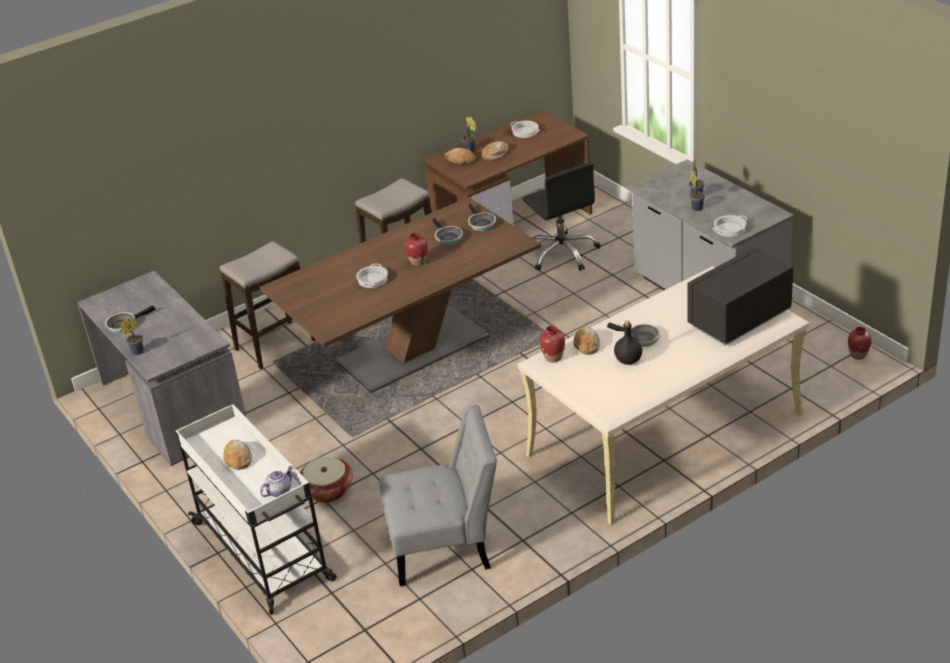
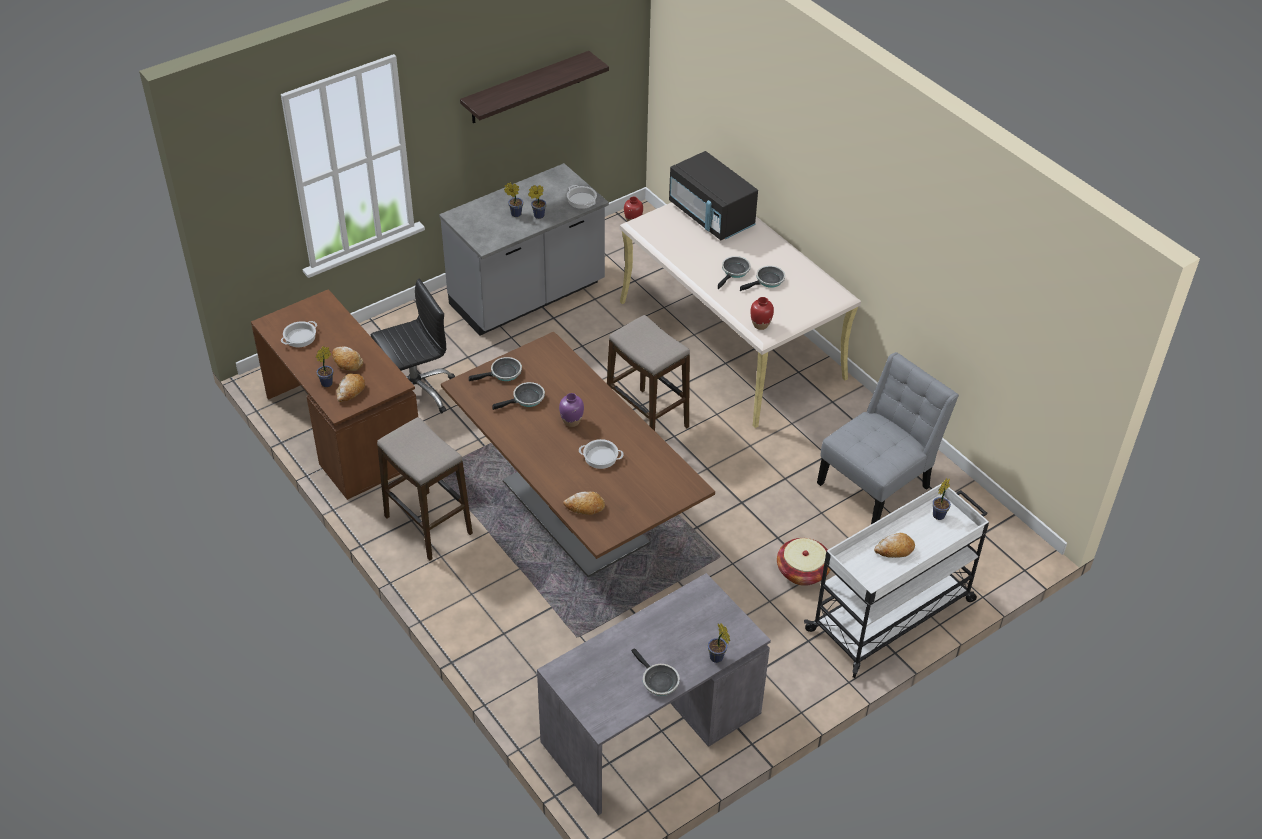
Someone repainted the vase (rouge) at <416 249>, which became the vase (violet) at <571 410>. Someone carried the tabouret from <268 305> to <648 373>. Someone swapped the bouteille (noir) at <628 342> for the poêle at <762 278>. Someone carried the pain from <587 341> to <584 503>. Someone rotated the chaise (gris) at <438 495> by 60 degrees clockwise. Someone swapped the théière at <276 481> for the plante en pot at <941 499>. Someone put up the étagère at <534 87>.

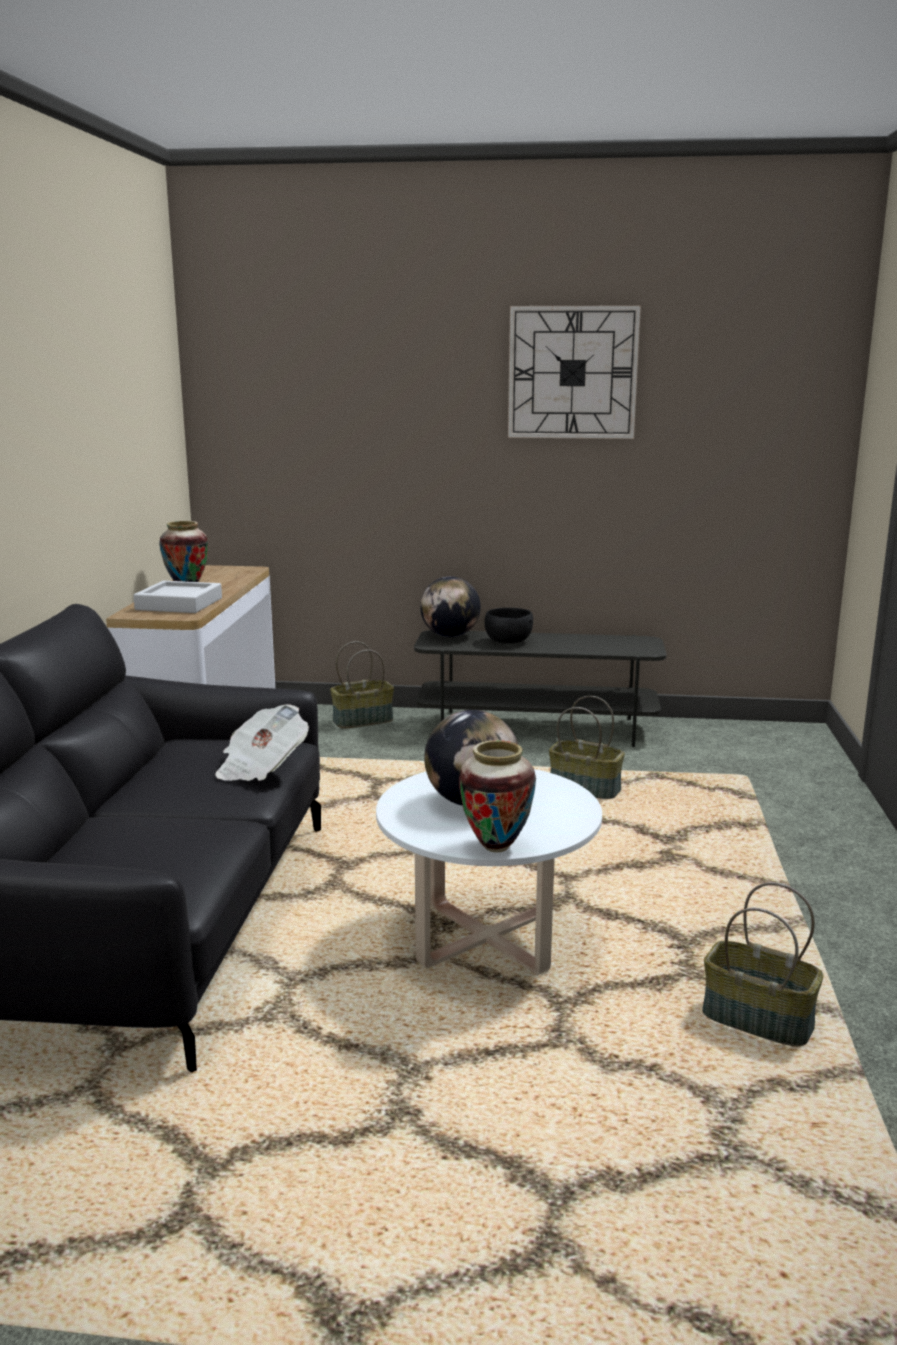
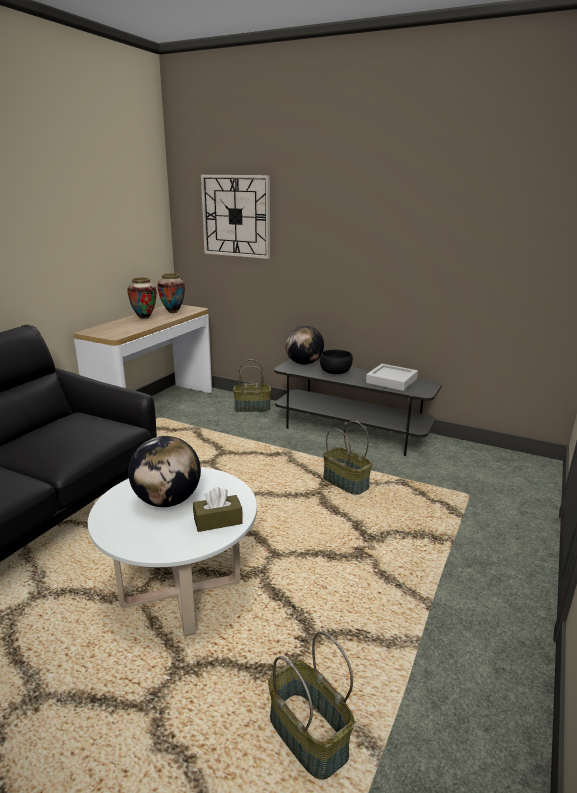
Someone carried the horloge murale from <574 372> to <235 217>. Someone carried the plateau (gris) from <177 597> to <392 377>. Someone took away the journal at <262 742>. Someone carried the vase from <497 796> to <171 293>. Someone put down the boîte à mouchoirs (marron) at <218 509>.

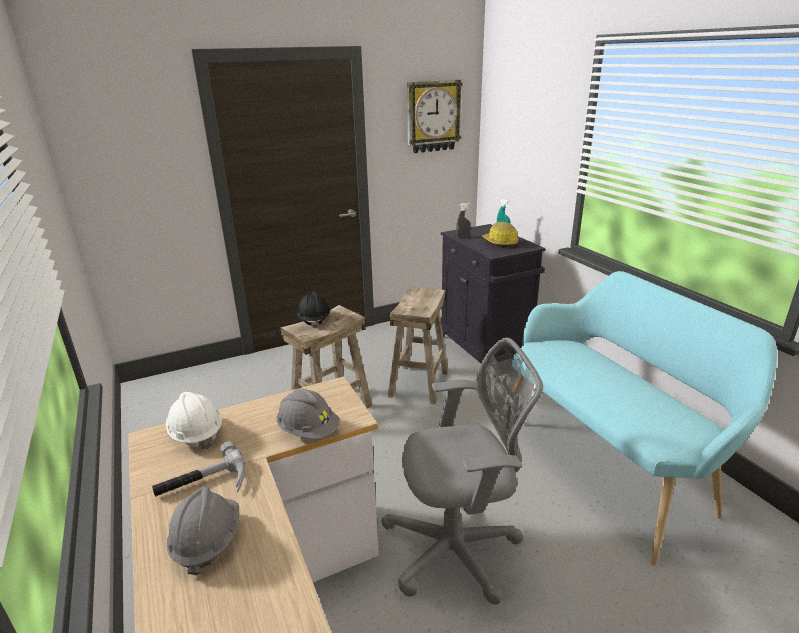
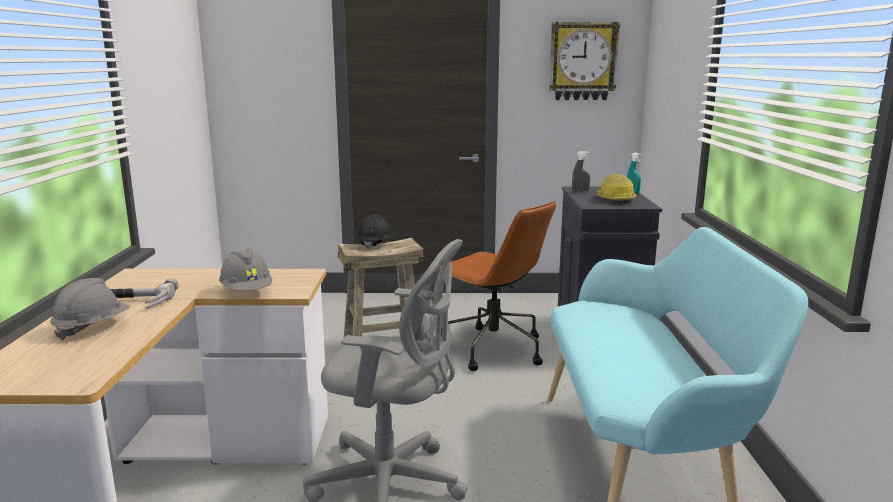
Someone swapped the tabouret (beige) at <418 345> for the chaise de bureau (marron) at <495 286>. Someone took away the casque de chantier (blanc) at <194 421>.

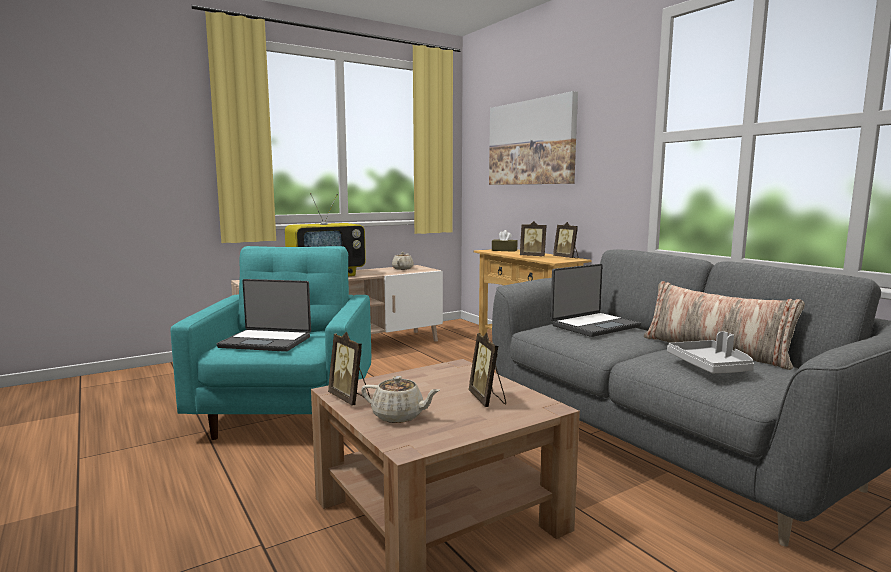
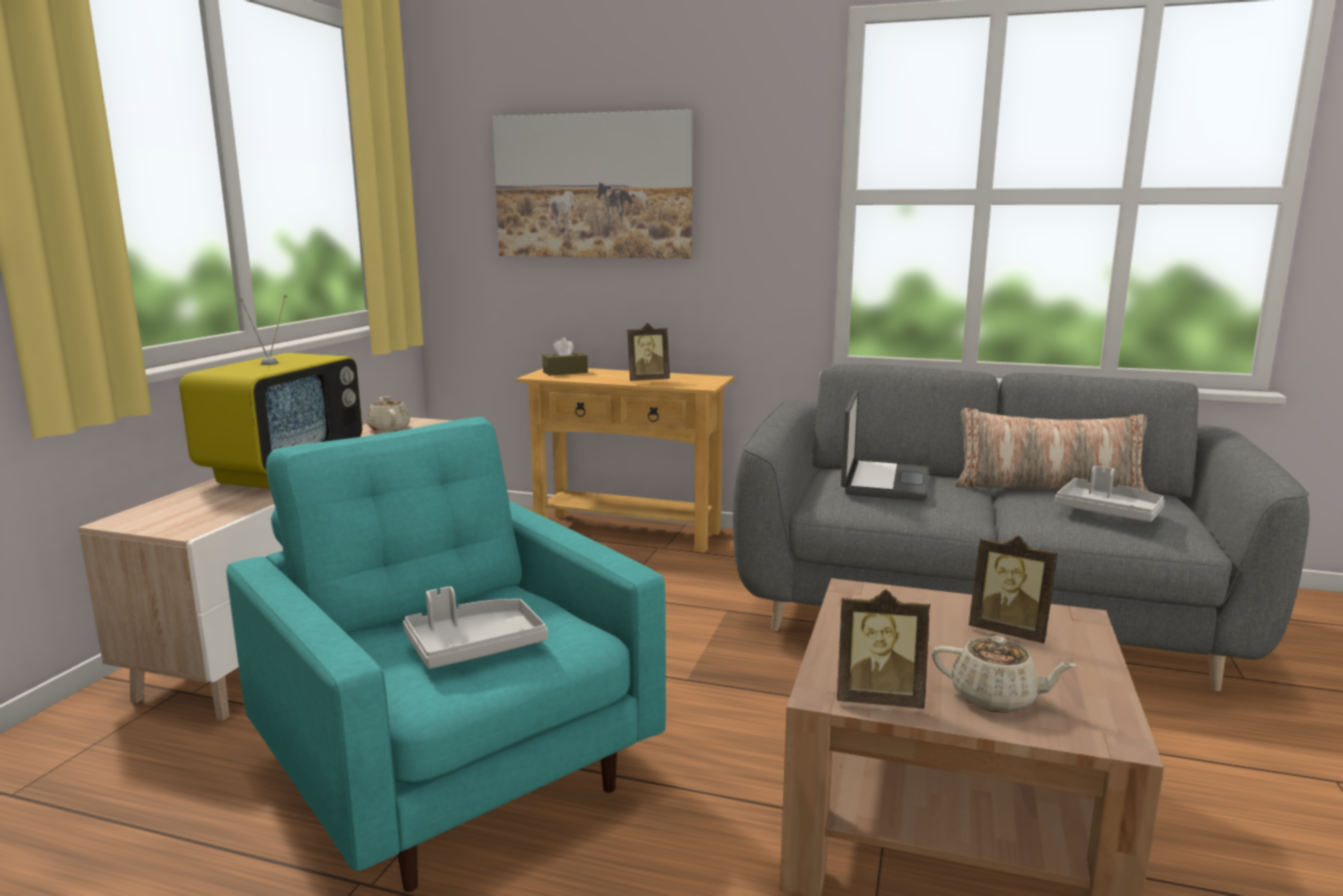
Someone took away the cadre photo at <565 240>. Someone swapped the ordinateur portable at <264 315> for the plateau (gris) at <475 627>. Someone rotated the théière (beige) at <400 399> by 45 degrees clockwise.

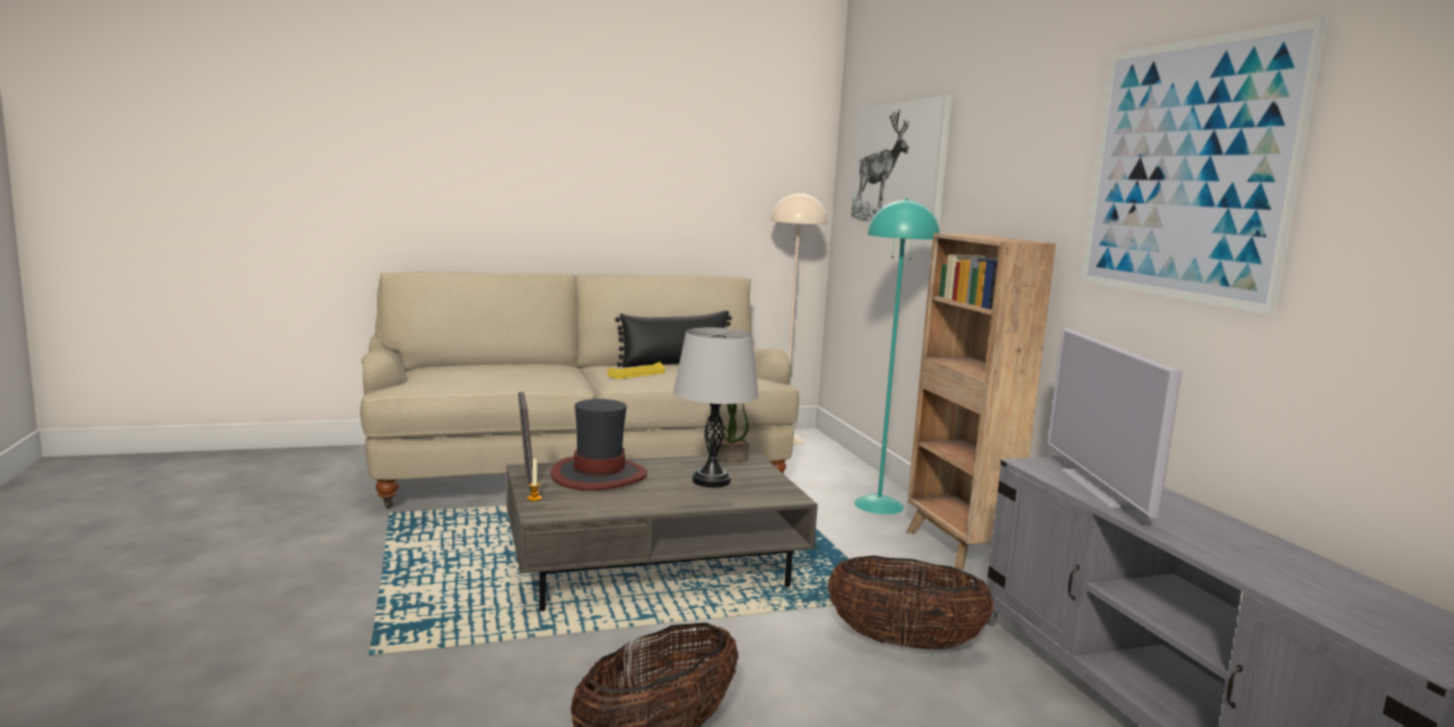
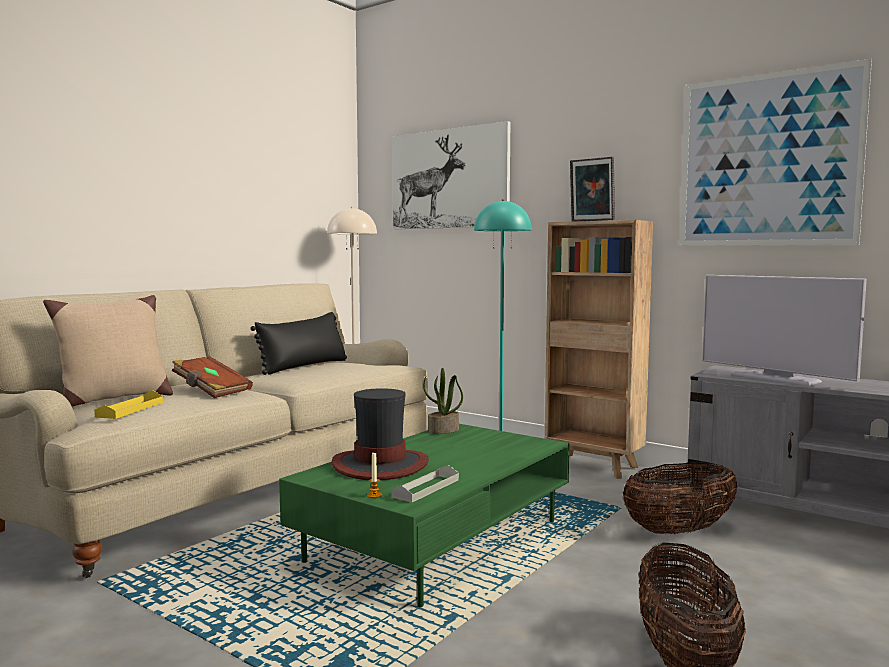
Someone took away the lampe de table (gris) at <716 408>. Someone carried the plateau (jaune) from <636 370> to <128 404>. Someone carried the cadre photo from <525 441> to <592 189>. Someone repainted the table basse (gris) at <662 532>, which became the table basse (vert) at <424 515>. Someone put down the coussin (beige) at <108 350>. Someone put down the livre (marron) at <212 377>. Someone put down the plateau (gris) at <425 483>.

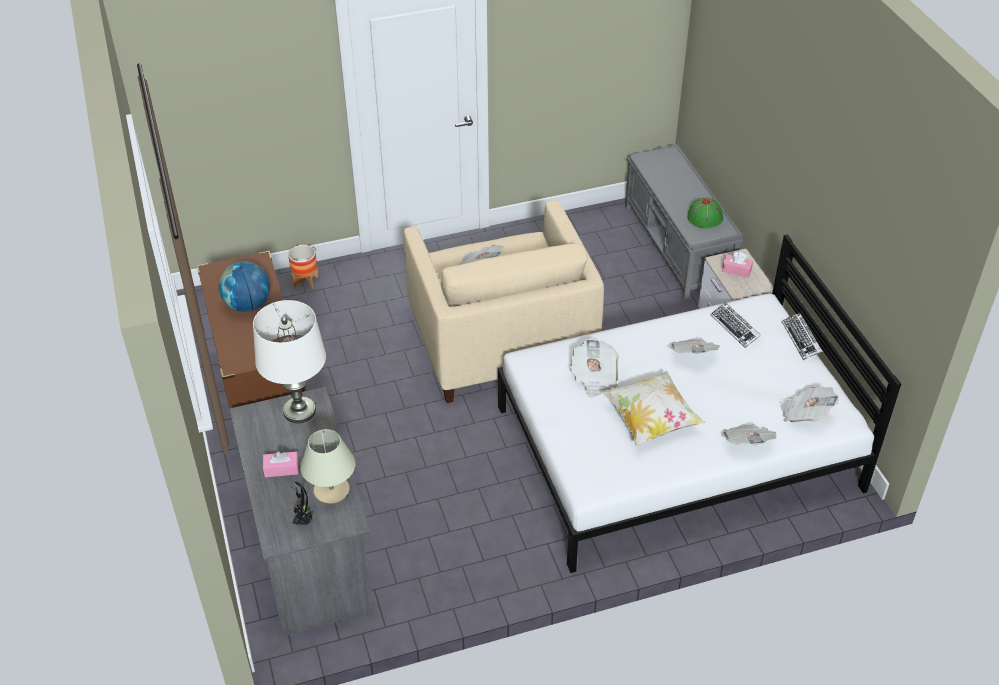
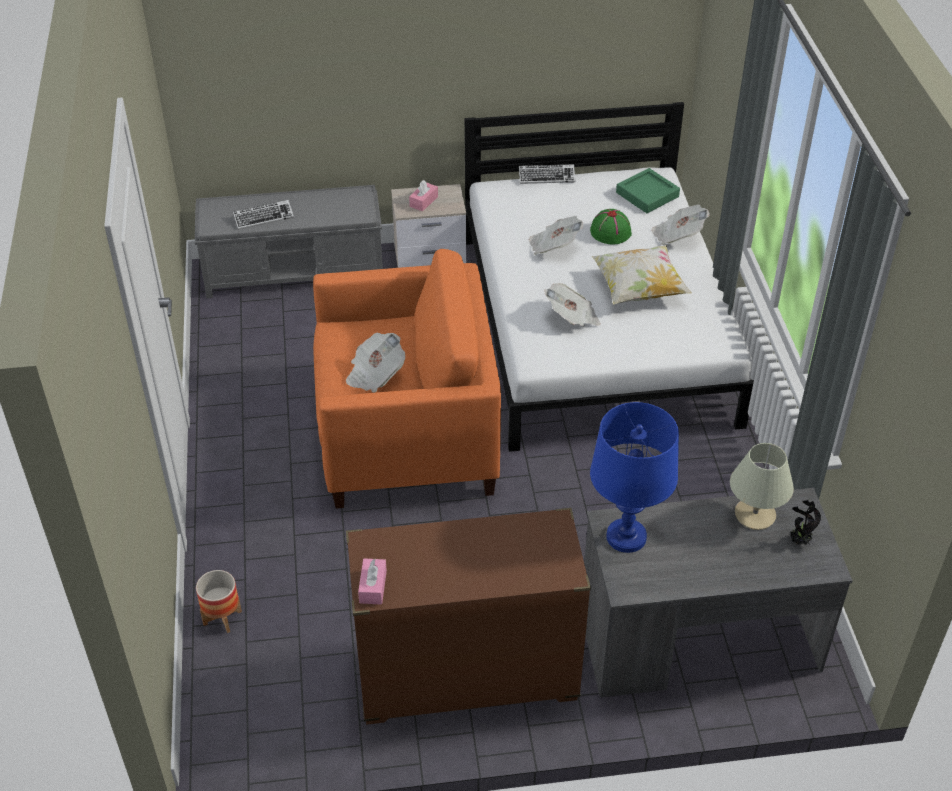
Someone carried the chapeau (vert) from <705 213> to <611 226>. Someone repainted the fauteuil (beige) at <504 301>, which became the fauteuil (orange) at <407 379>. Someone took away the globe at <244 286>. Someone repainted the lampe de table (blanc) at <289 361>, which became the lampe de table (bleu) at <634 477>. Someone carried the clavier from <735 325> to <263 215>. Someone swapped the journal at <809 404> for the plateau (vert) at <648 190>. Someone carried the boîte à mouchoirs (rose) from <281 464> to <372 581>.

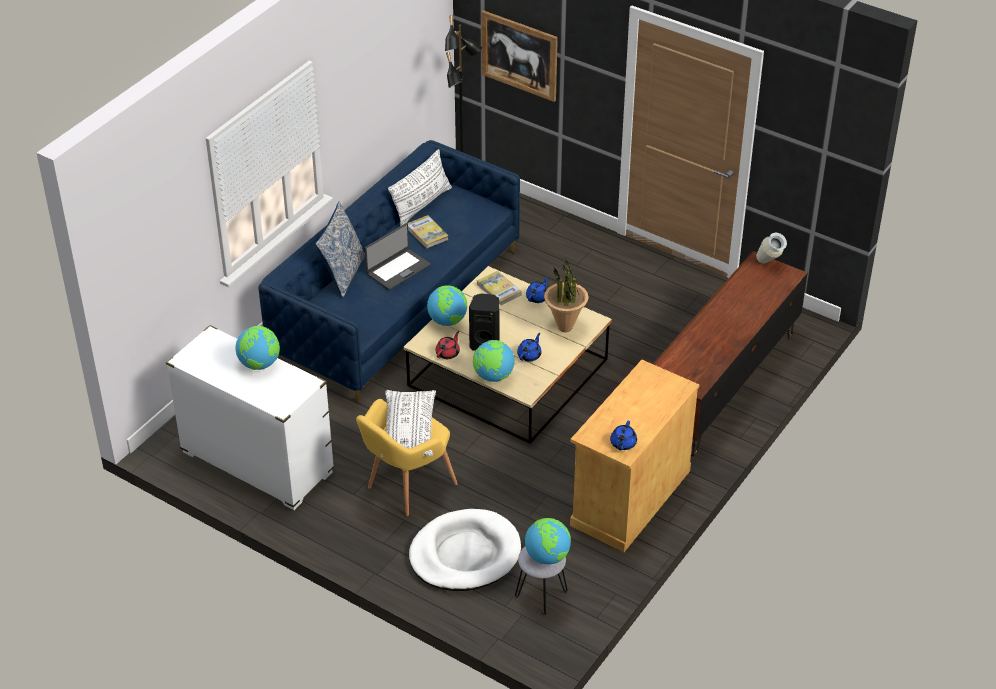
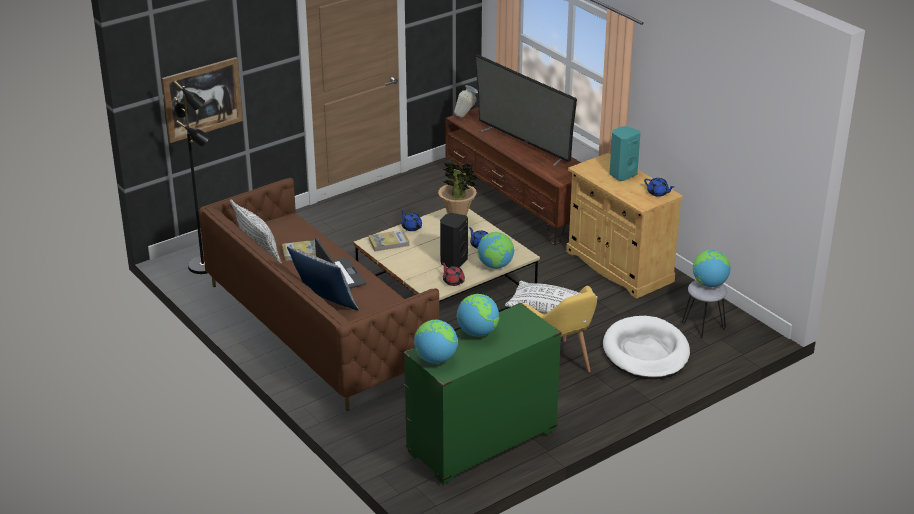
Someone repainted the canapé (bleu) at <389 271>, which became the canapé (marron) at <319 294>. Someone carried the globe from <447 305> to <436 342>. Someone repainted the commode (blanc) at <250 417>, which became the commode (vert) at <483 394>. Someone put down the téléviseur at <526 110>. Someone put down the enceinte (turquoise) at <625 153>.

